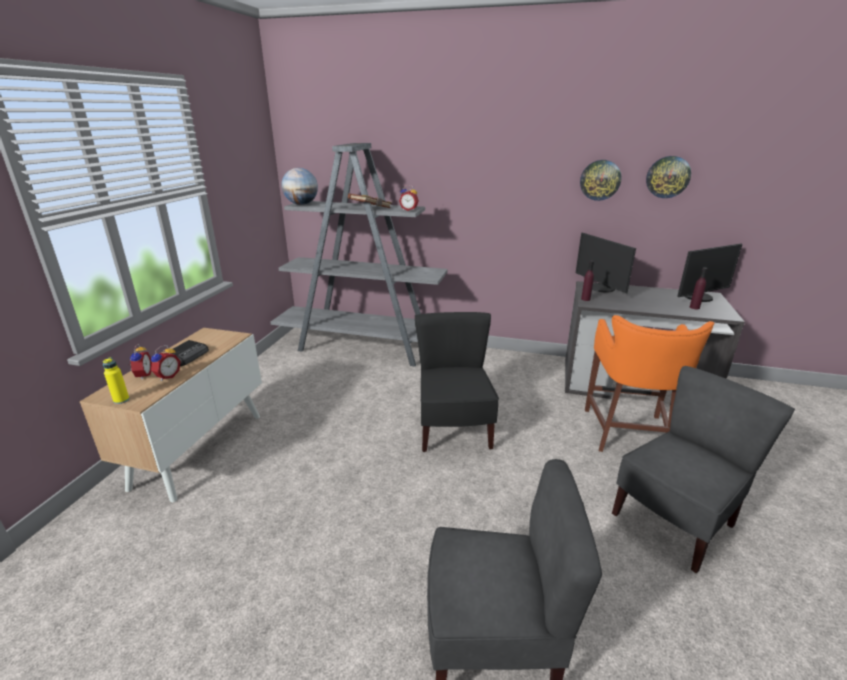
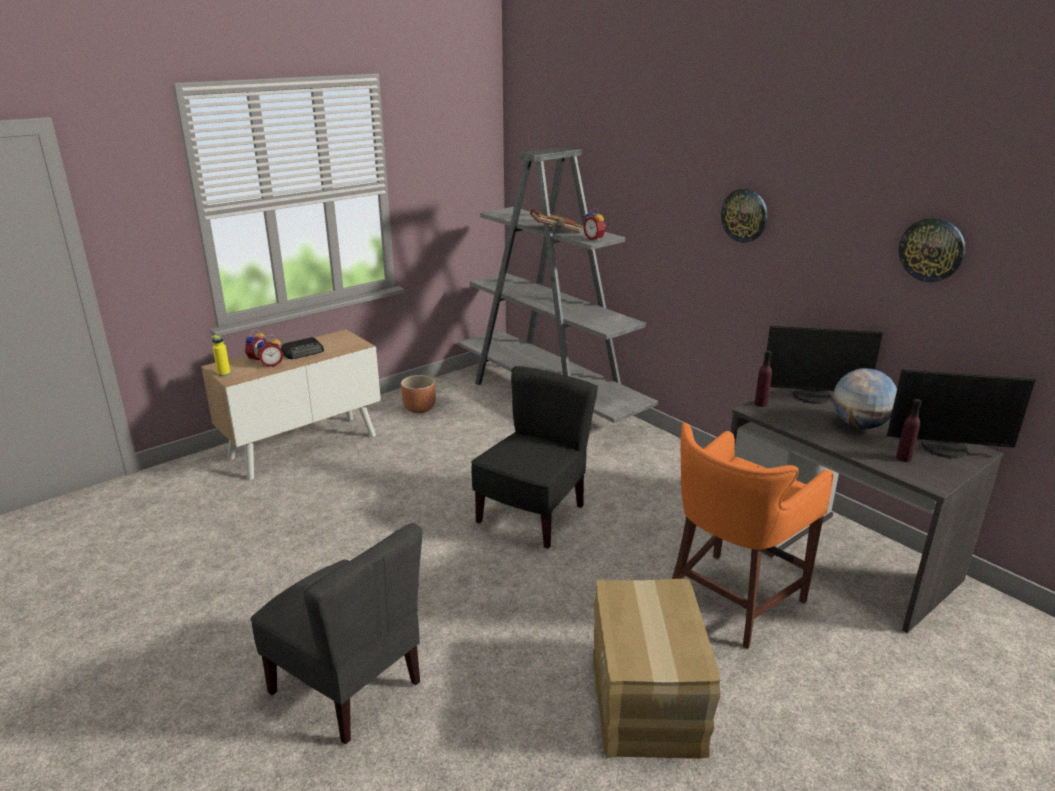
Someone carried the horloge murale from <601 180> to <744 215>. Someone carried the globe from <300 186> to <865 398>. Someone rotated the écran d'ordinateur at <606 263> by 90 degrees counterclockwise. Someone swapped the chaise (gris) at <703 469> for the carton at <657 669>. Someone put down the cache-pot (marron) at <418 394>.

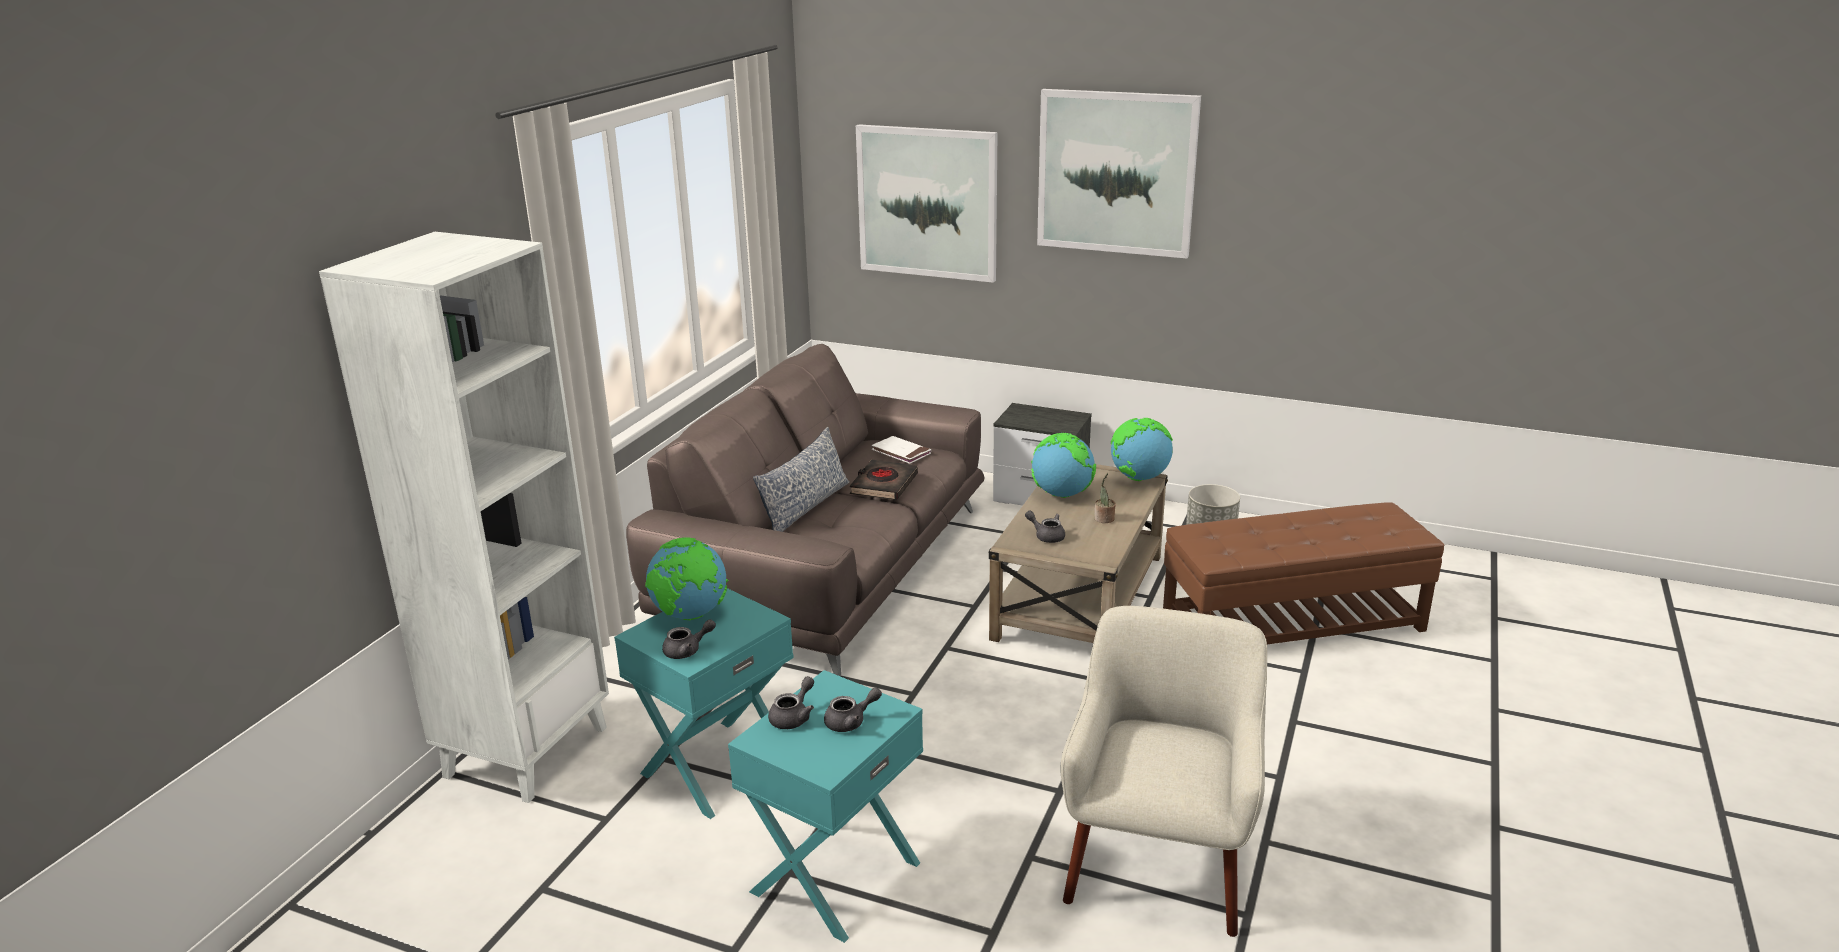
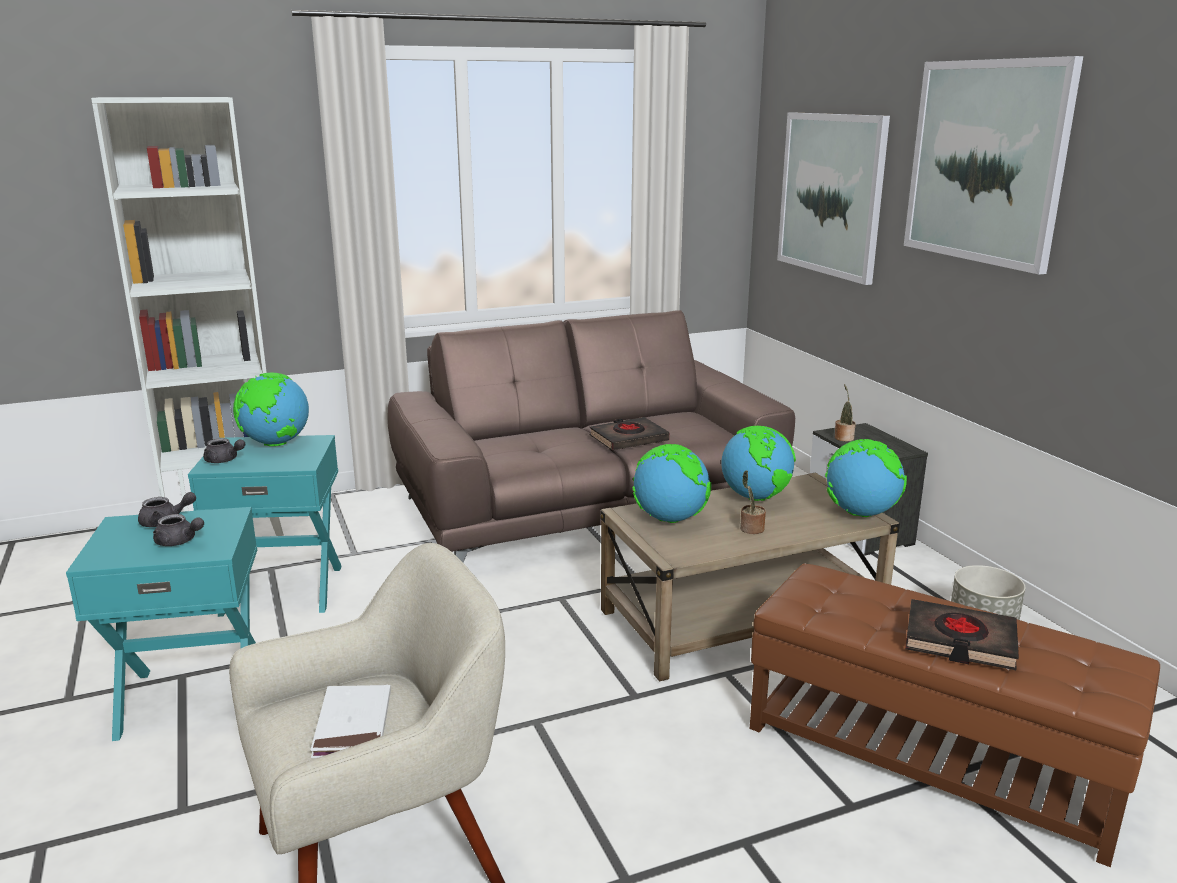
Someone took away the coussin at <801 479>. Someone carried the livre (blanc) from <901 450> to <350 721>. Someone swapped the théière (gris) at <1045 526> for the globe at <672 483>. Someone put down the plante en pot at <845 413>. Someone put down the livre (noir) at <962 634>.

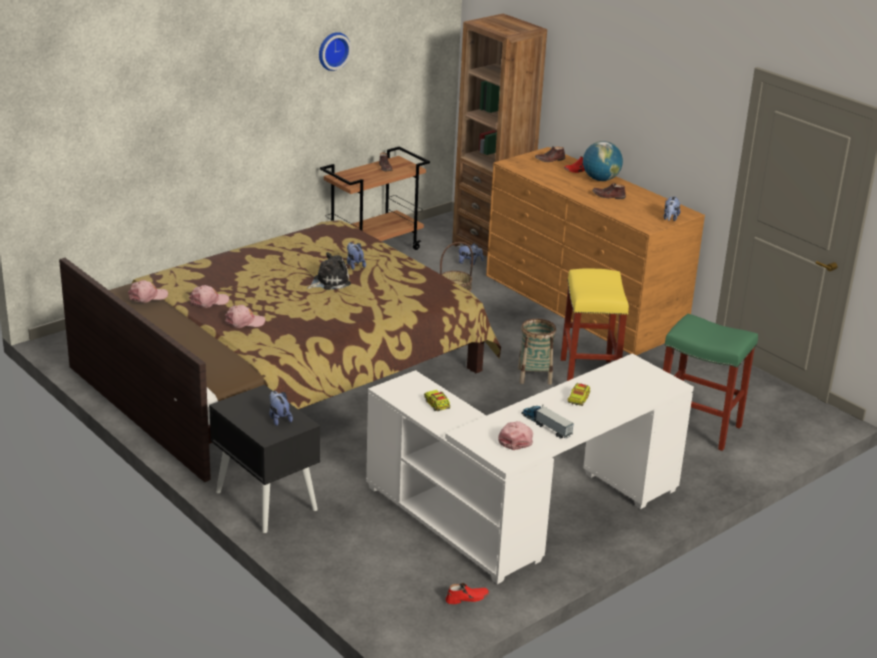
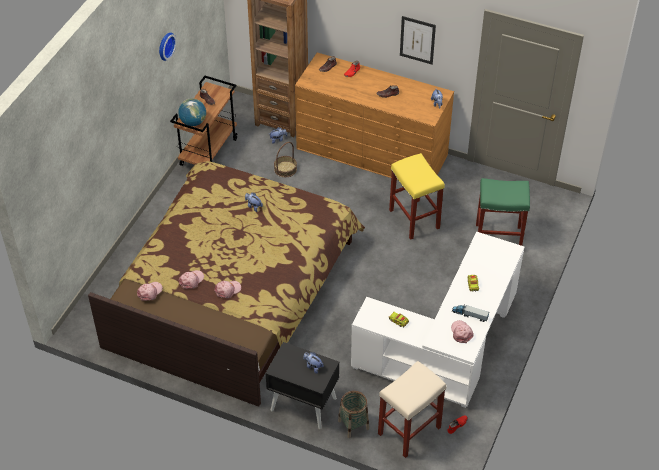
Someone carried the globe from <603 161> to <192 112>. Someone took away the peluche at <329 271>. Someone carried the panier from <537 352> to <353 414>. Someone put up the tableau at <418 40>. Someone put down the tabouret (beige) at <412 409>.

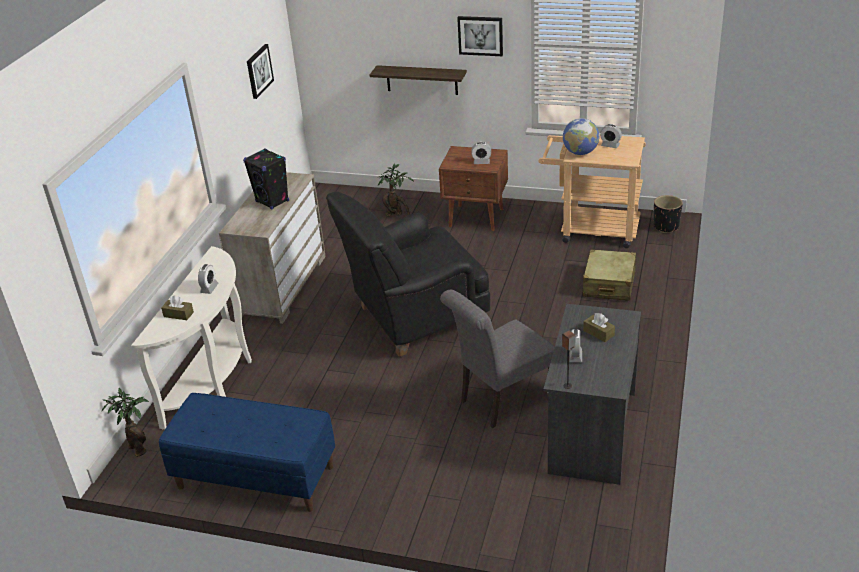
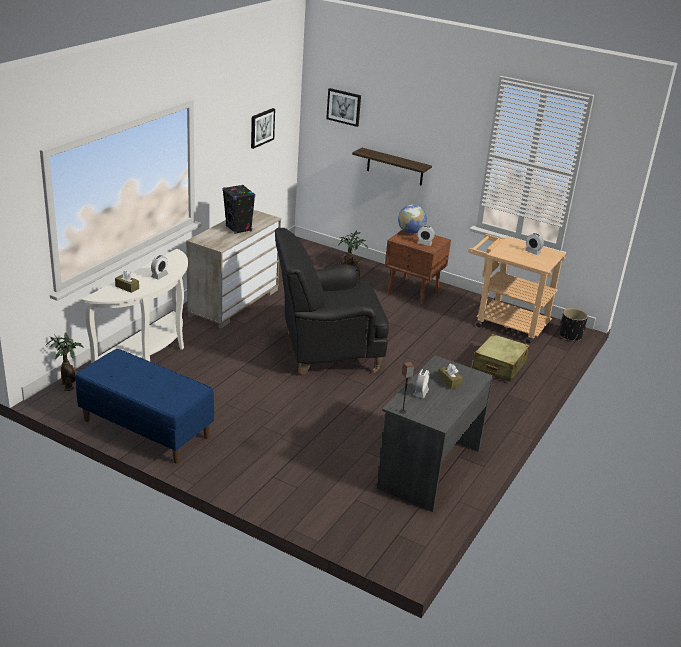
Someone carried the tableau from <480 36> to <343 107>. Someone carried the globe from <581 136> to <412 219>. Someone took away the chaise (gris) at <497 359>.

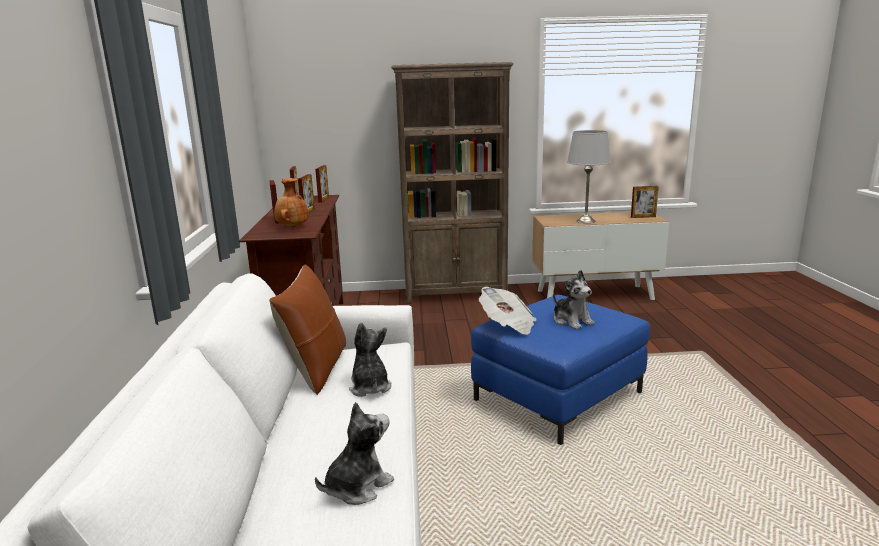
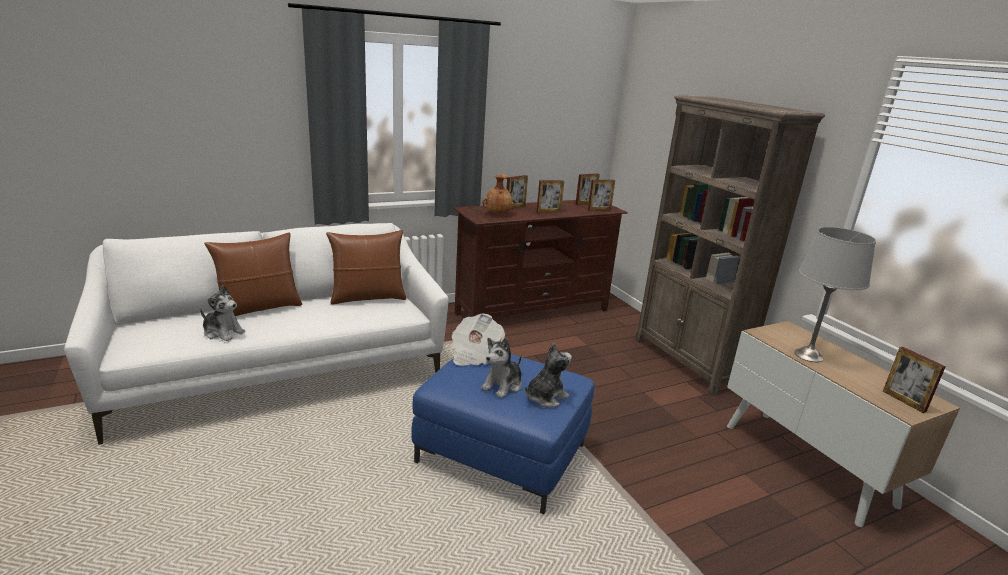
Someone carried the peluche from <370 360> to <548 375>. Someone put down the coussin (marron) at <253 274>.

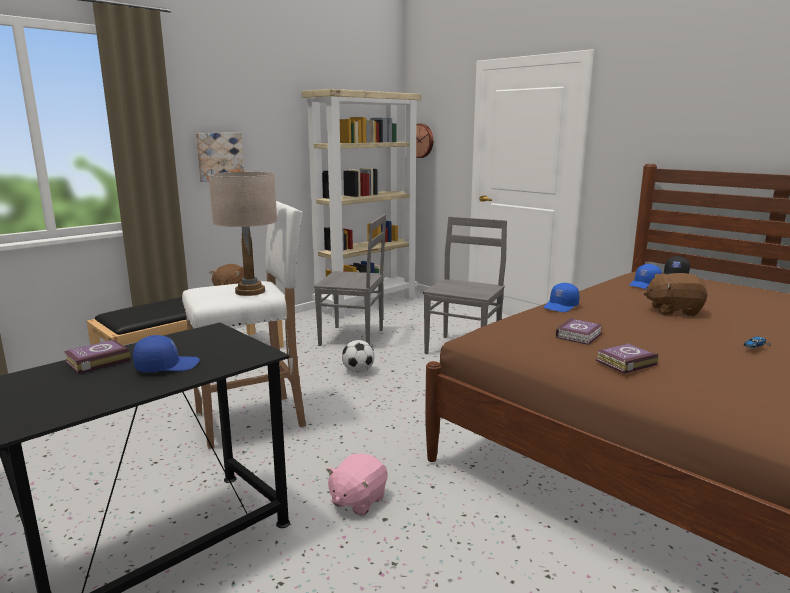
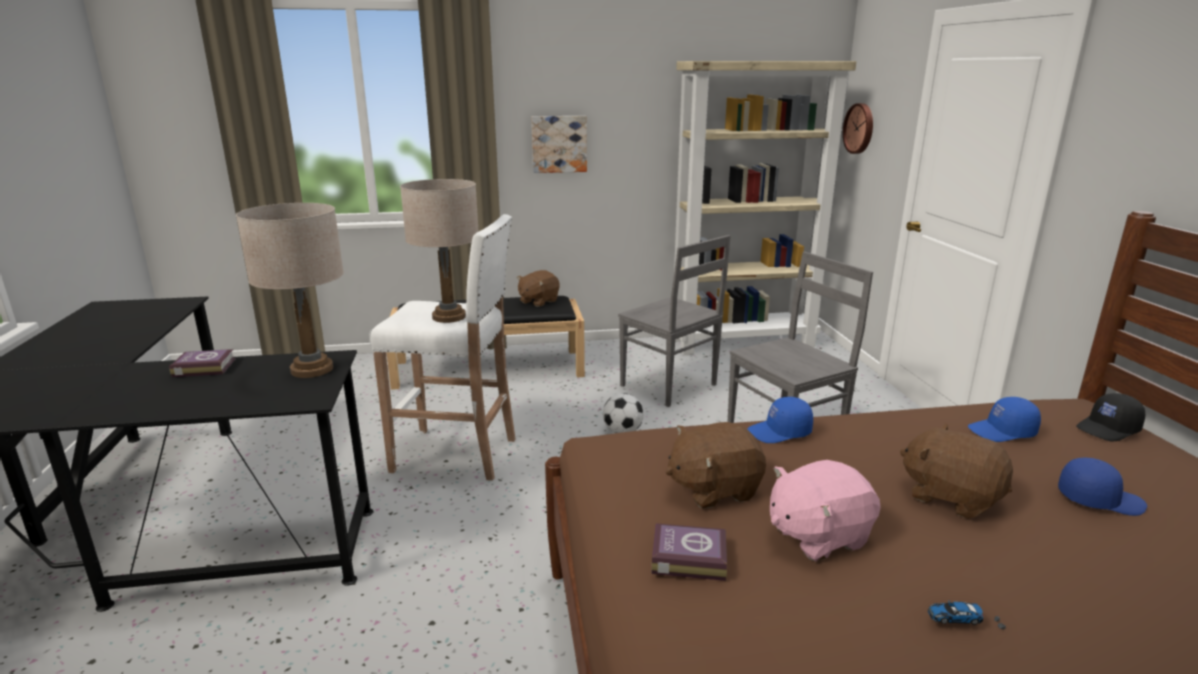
Someone swapped the livre at <579 331> for the peluche (marron) at <716 465>. Someone carried the casquette (bleu) from <166 353> to <1102 487>. Someone carried the peluche (rose) from <357 485> to <825 511>. Someone put down the lampe de table (beige) at <290 290>.

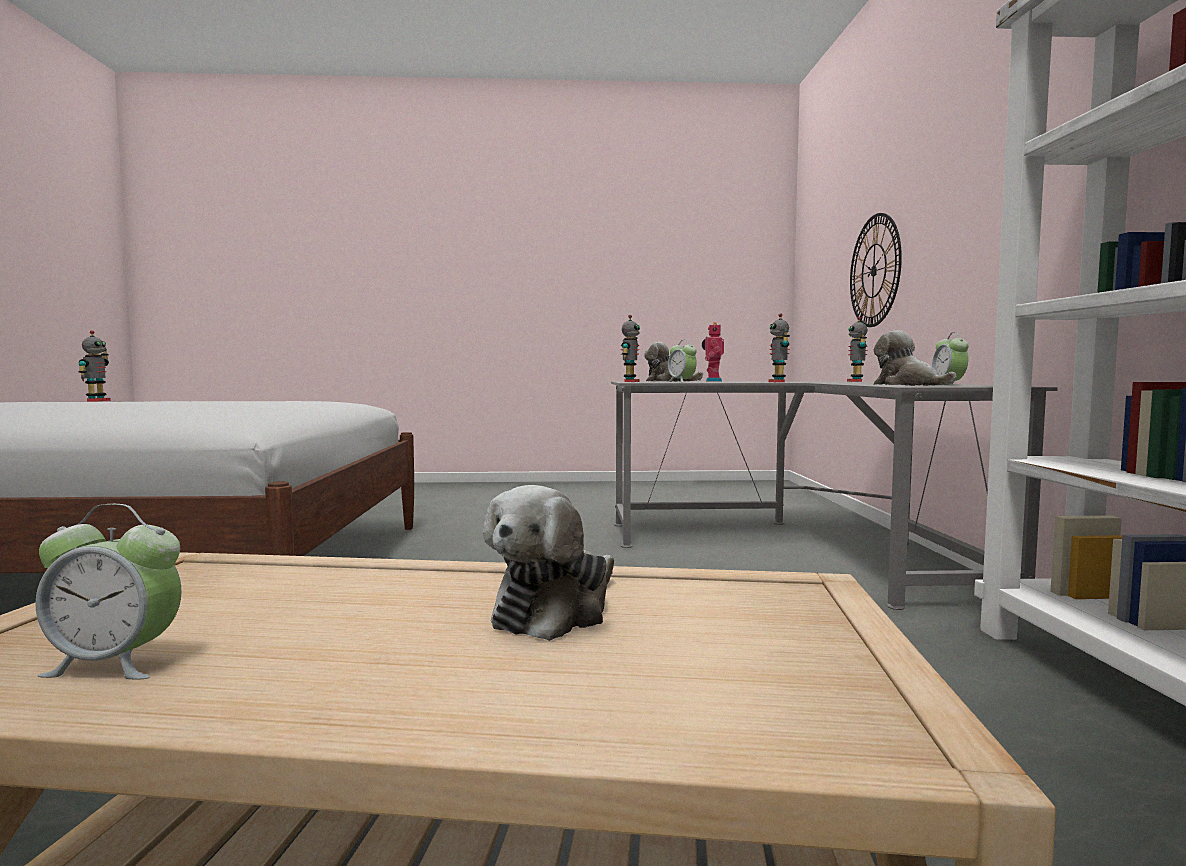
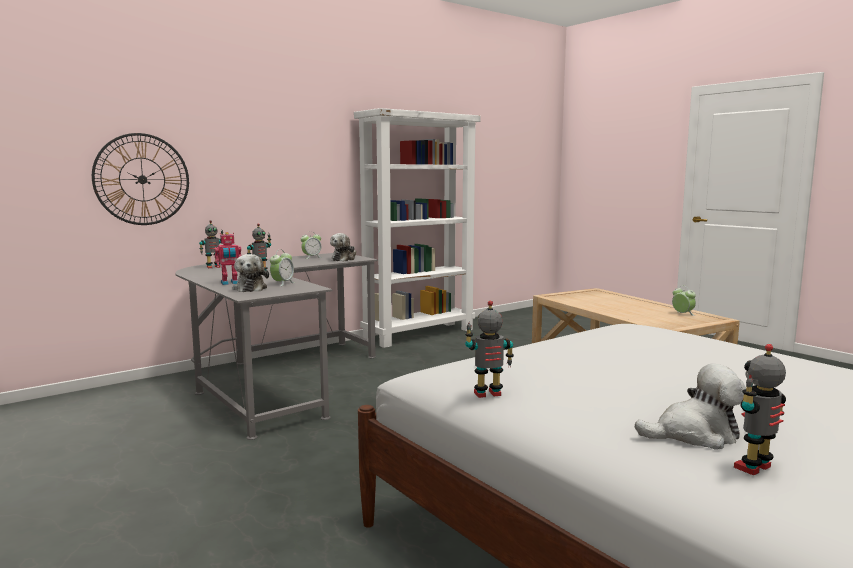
Someone carried the robot jouet from <630 348> to <489 349>. Someone carried the peluche from <548 563> to <690 407>.

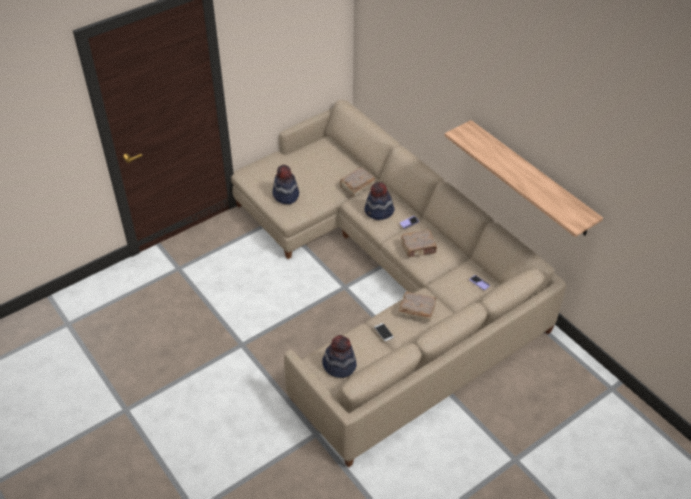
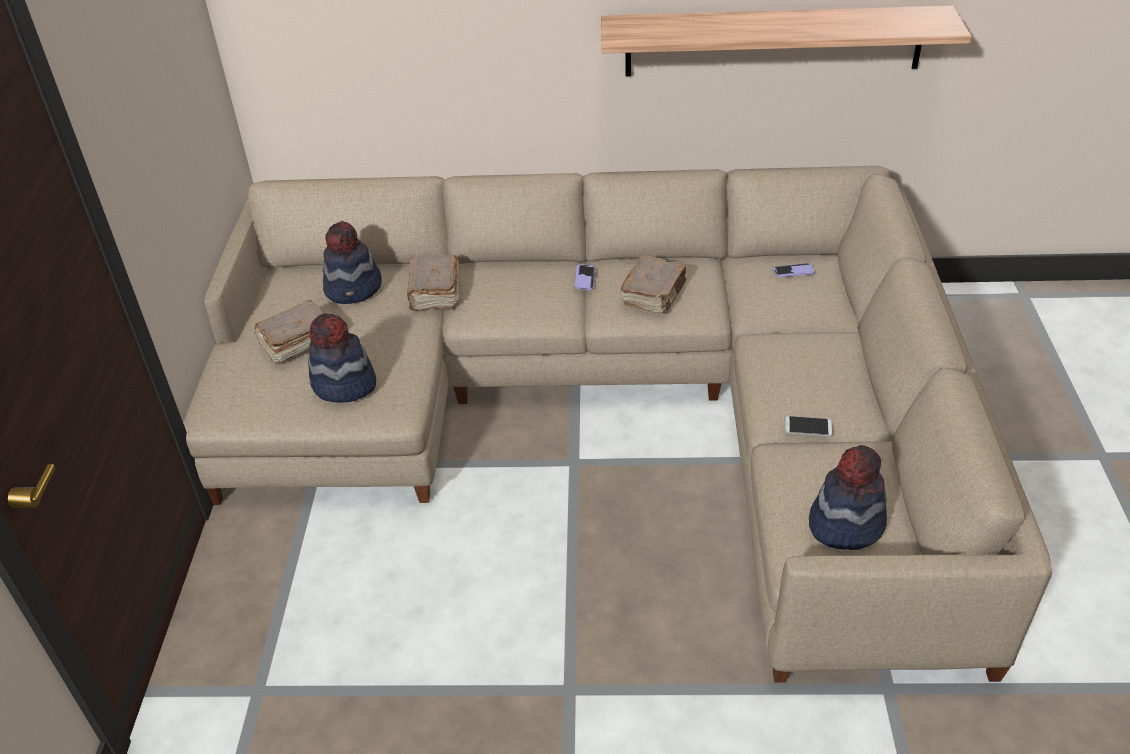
Someone carried the chapeau from <379 201> to <352 262>. Someone carried the livre (marron) from <417 306> to <289 332>.

